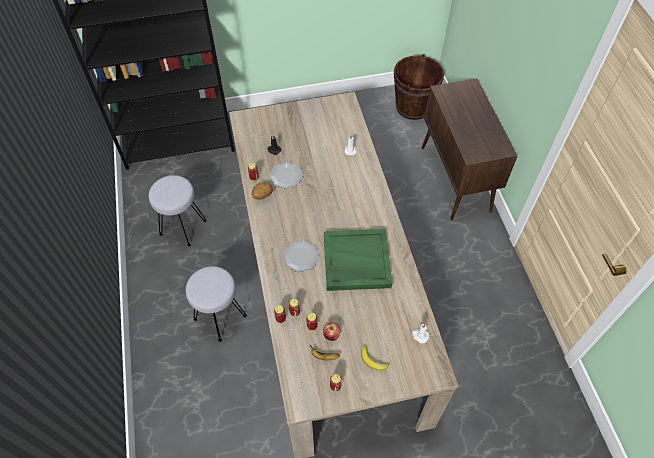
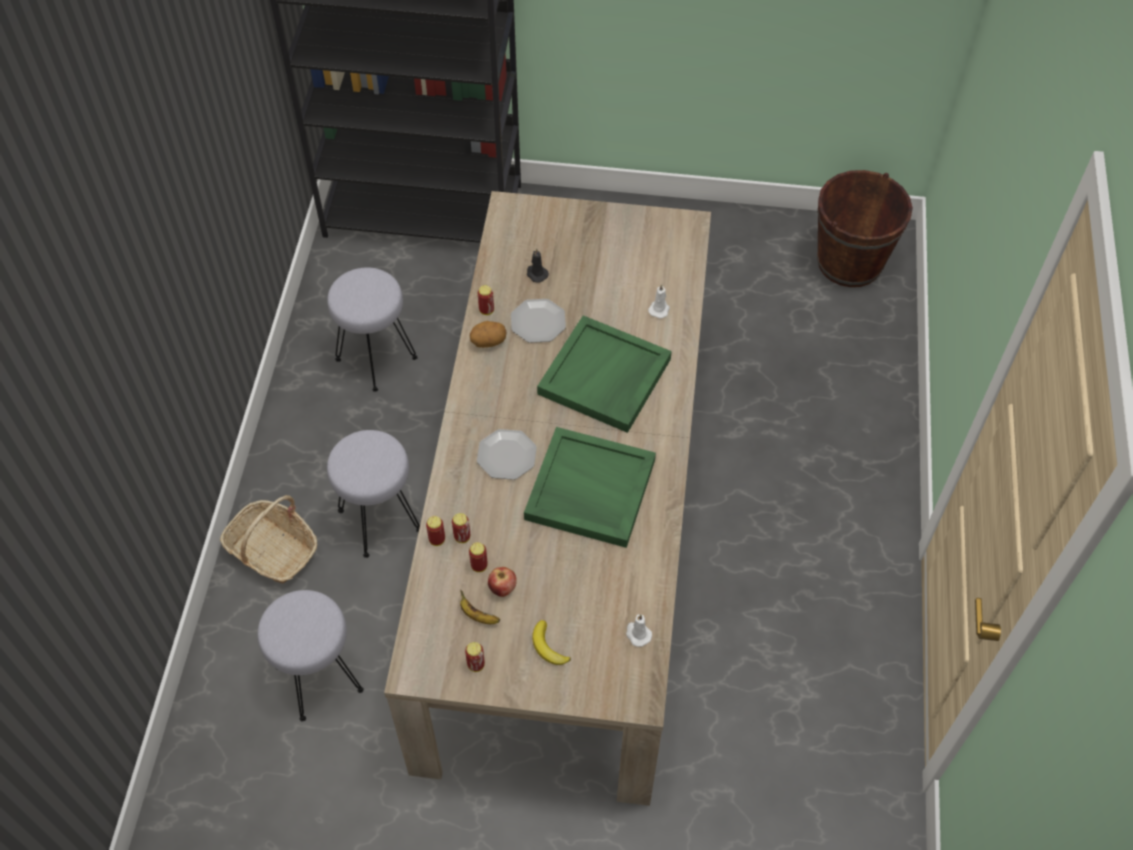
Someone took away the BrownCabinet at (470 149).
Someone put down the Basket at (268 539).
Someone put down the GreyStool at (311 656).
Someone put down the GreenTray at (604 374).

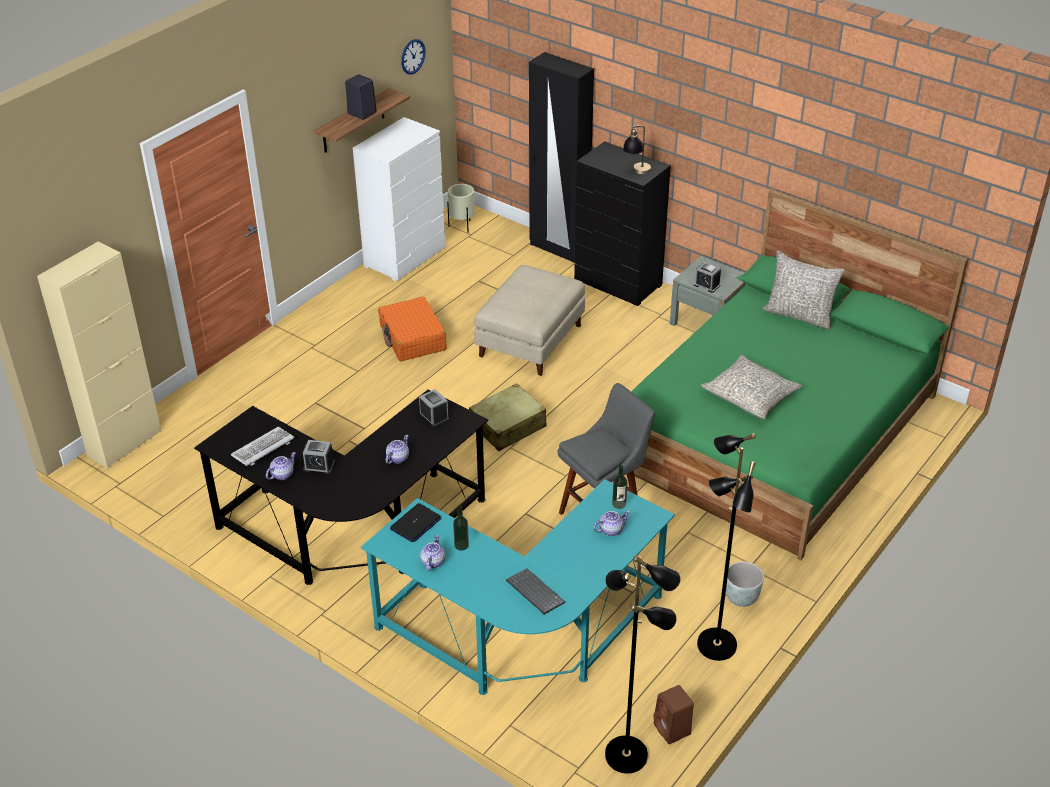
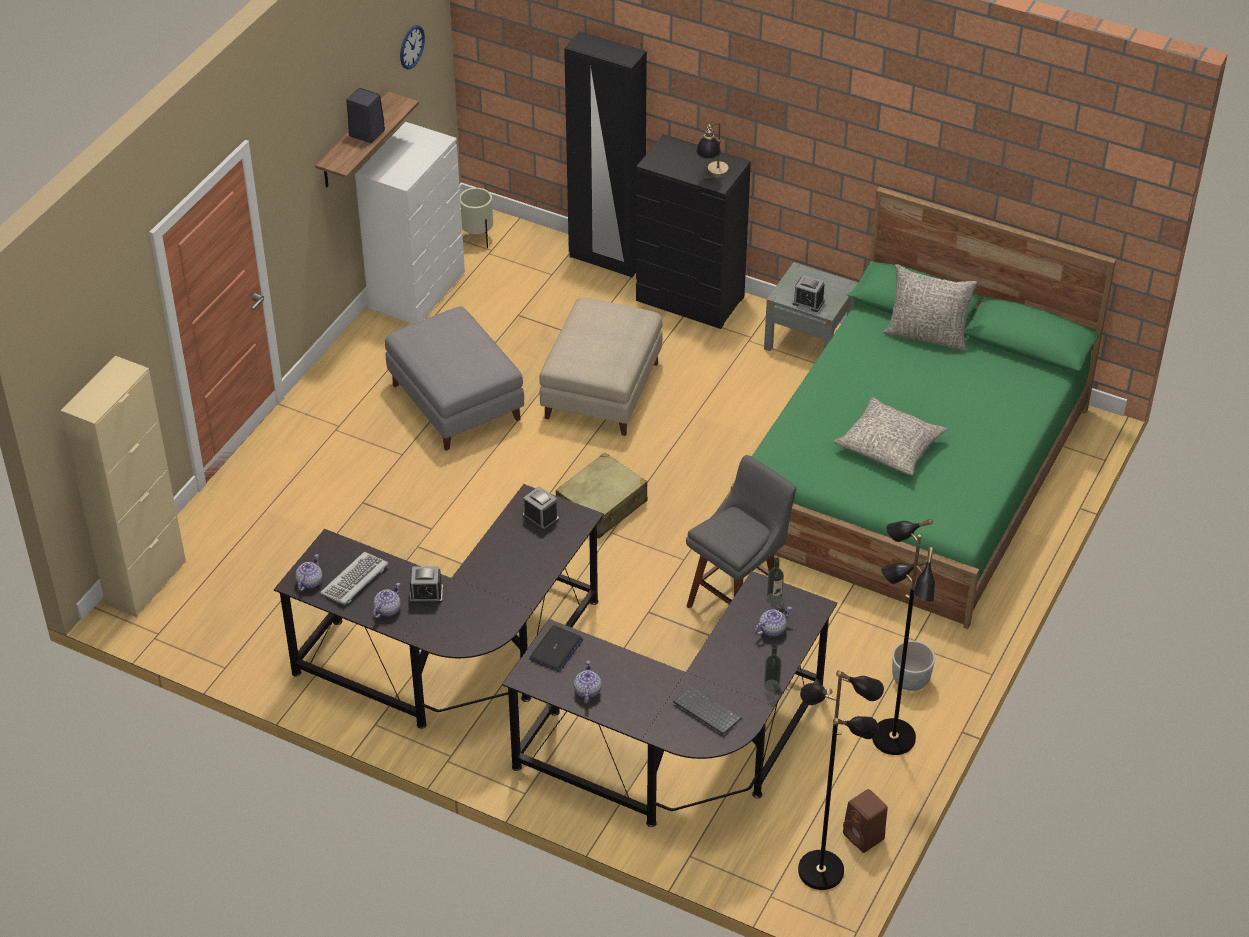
Someone carried the Teapot from (397 449) to (308 572).
Someone carried the Bottle from (461 528) to (773 668).
Someone swapped the OrangeSuitcase at (412 329) for the GreyOttoman at (454 379).
Someone repainted the TurquoiseDesk at (518 587), which became the BlackDesk at (669 699).

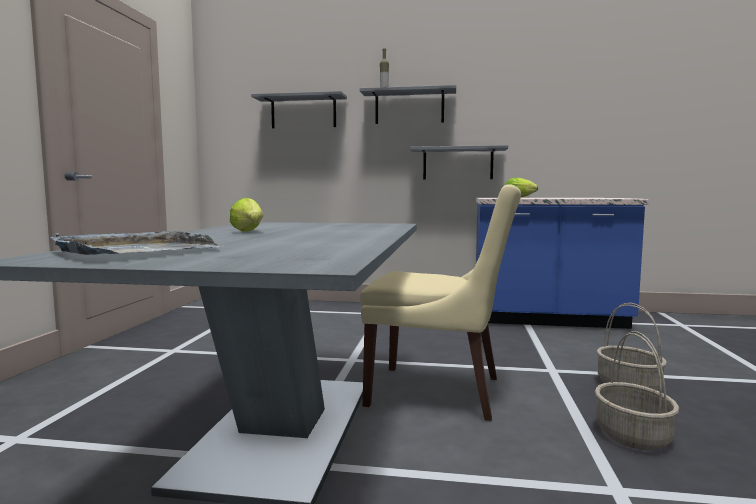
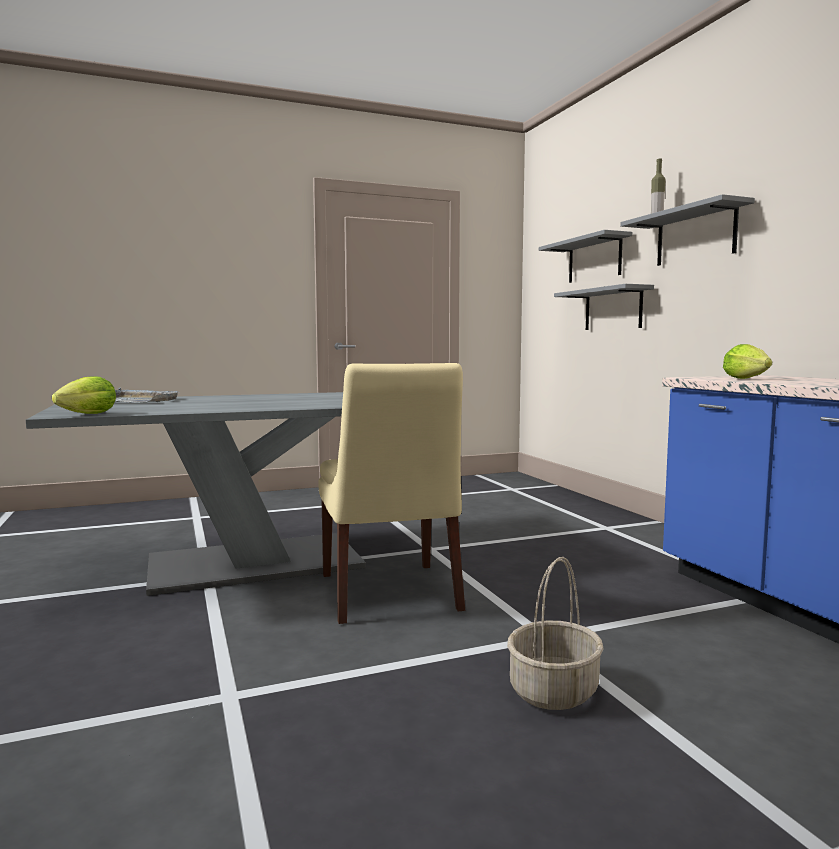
Someone took away the Basket at (637 390).
Someone carried the Lettuce from (246 214) to (84 395).
Someone carried the GreyShelf from (459 162) to (604 307).

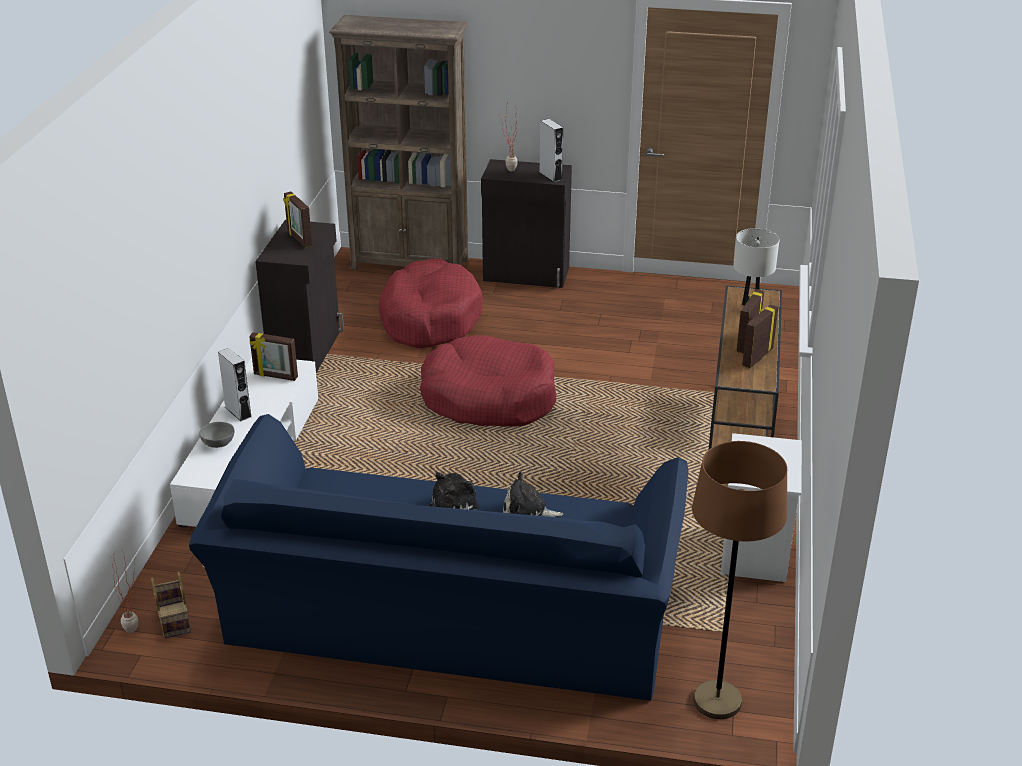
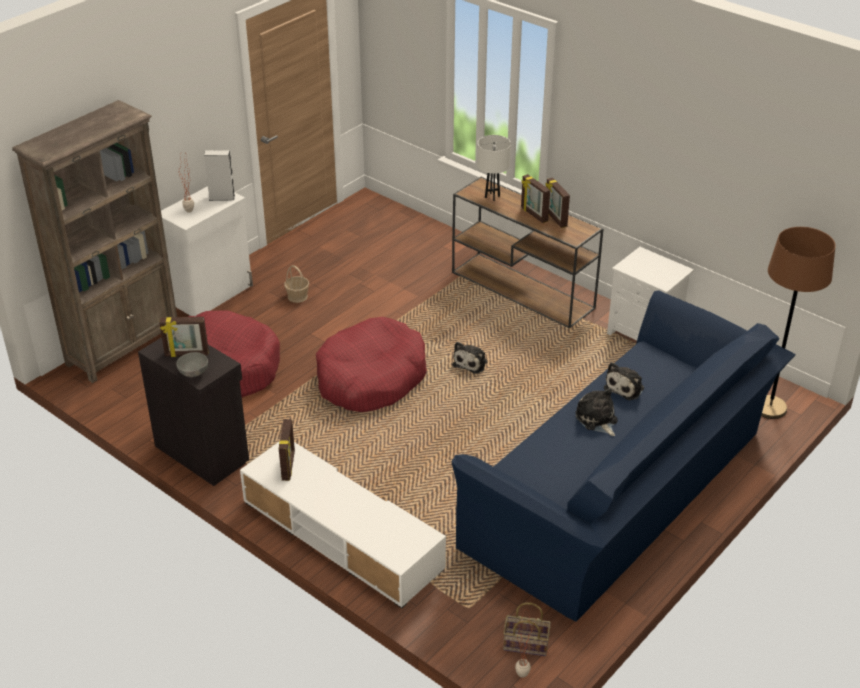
Someone took away the GreySpeaker at (235 384).
Someone put down the Basket at (296 284).
Someone put down the PlushToy at (470 358).
Someone carried the GreyBowl from (216 435) to (192 364).
Someone repainted the BlackCabinet at (526 223), which became the WhiteCabinet at (207 251).
Someone rotated the PictureFrame at (273 356) by 45 degrees counterclockwise.

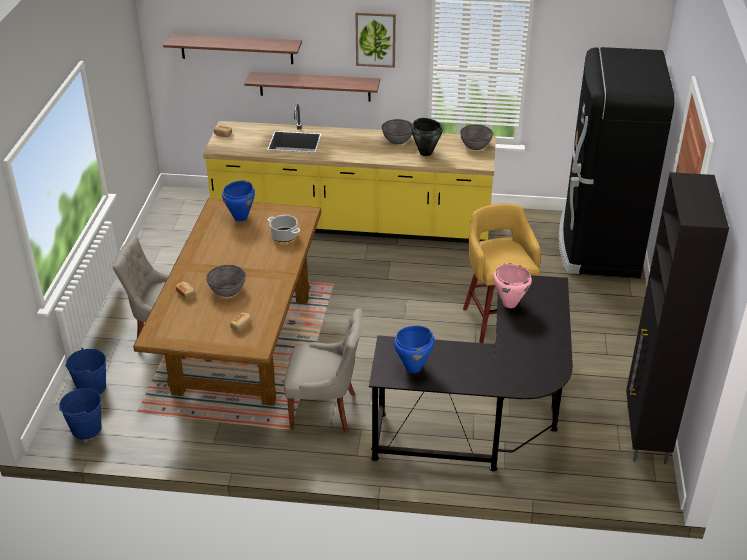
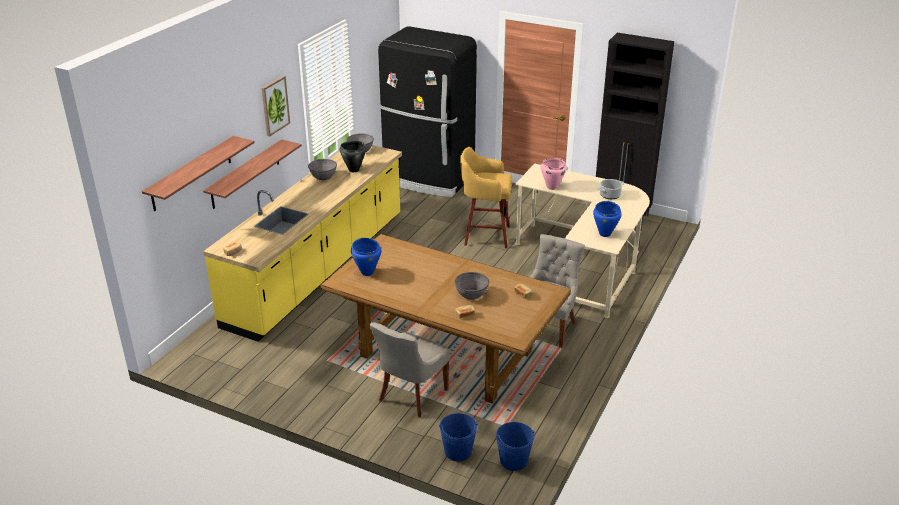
Someone carried the CookingPot from (284 228) to (611 189).
Someone repainted the BlackDesk at (471 373), which became the BeigeDesk at (582 240).

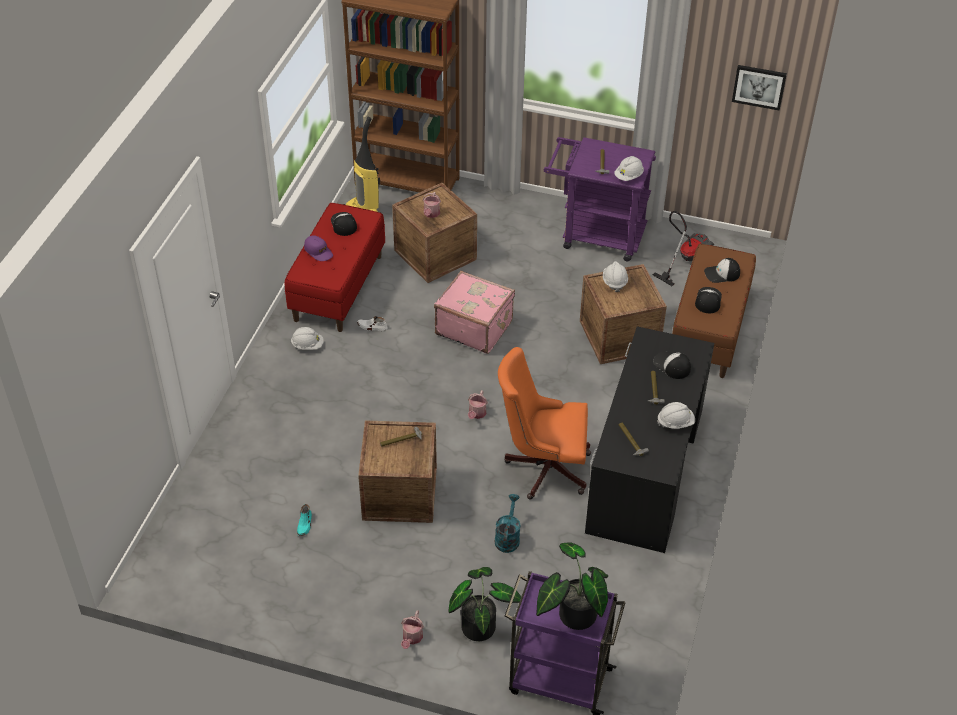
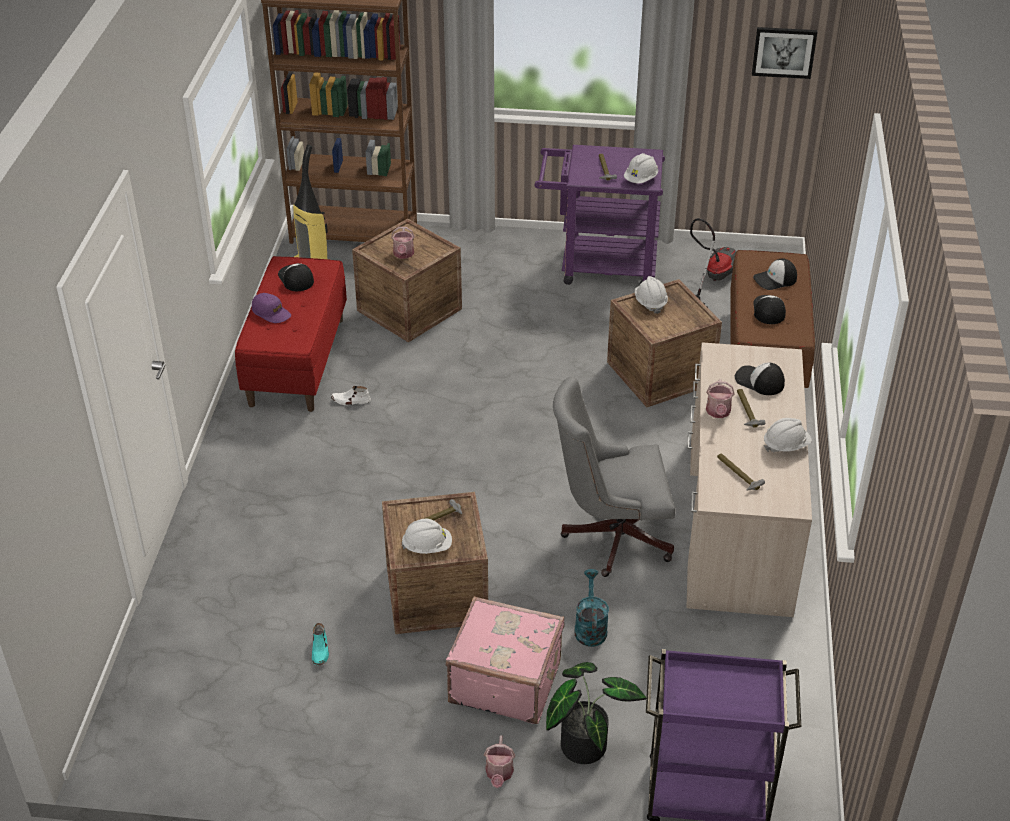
Someone took away the PottedPlant at (572 586).
Someone carried the WhiteHardHat from (307 338) to (427 536).
Someone carried the PinkSuitcase from (474 312) to (505 660).
Someone carried the WateringCan from (478 404) to (720 398).
Someone repainted the OrangeOfficeChair at (544 423), which became the GreyOfficeChair at (614 477).
Someone repainted the BlackDesk at (649 439), which became the BeigeDesk at (749 479).

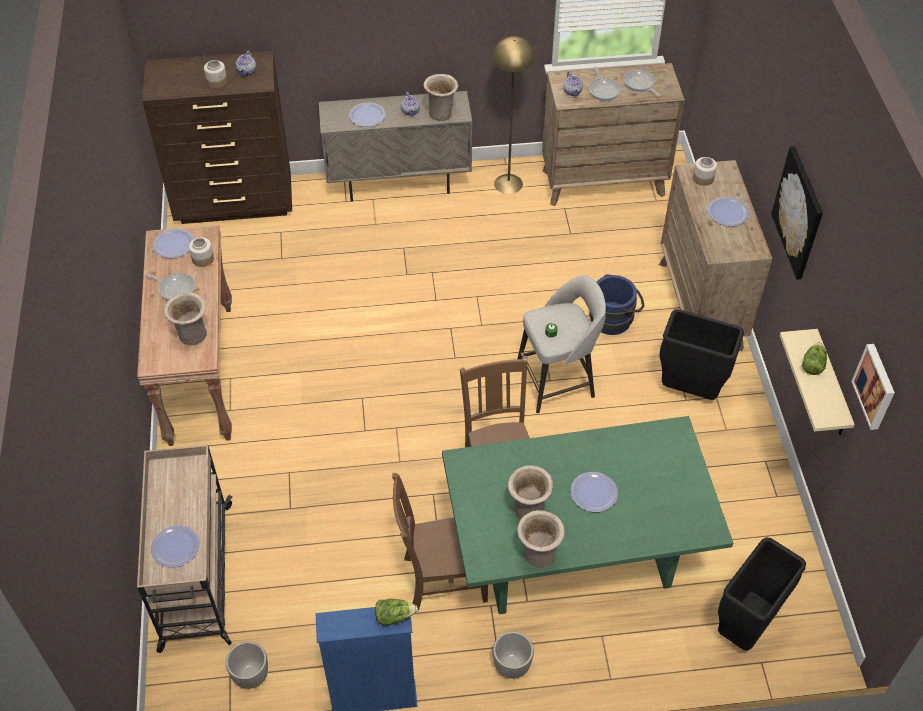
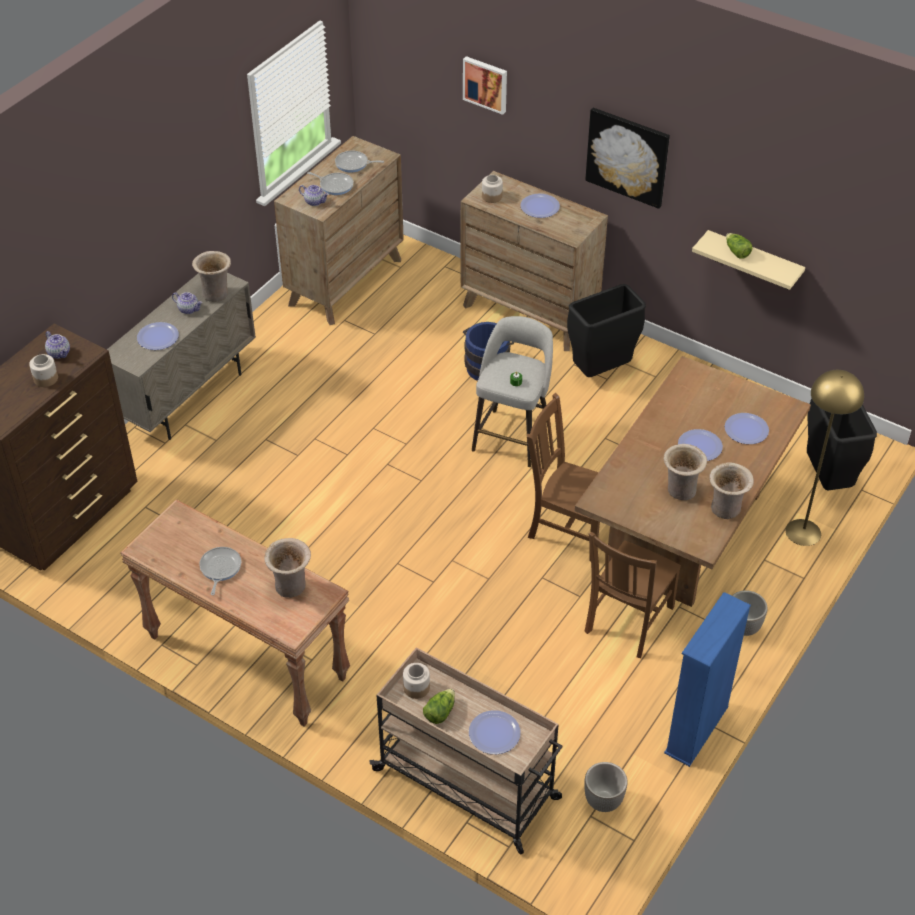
Someone carried the Plate from (173 243) to (747 428).
Someone carried the Jar from (201 252) to (416 681).
Someone carried the Lettuce from (396 612) to (439 706).
Someone carried the YellowFloorLamp from (513 115) to (825 458).
Someone carried the Picture from (873 387) to (485 85).
Someone repainted the GreenDiningTable at (587 515), which became the BrownDiningTable at (693 481).
Someone rotated the FryingPan at (170 286) by 60 degrees counterclockwise.

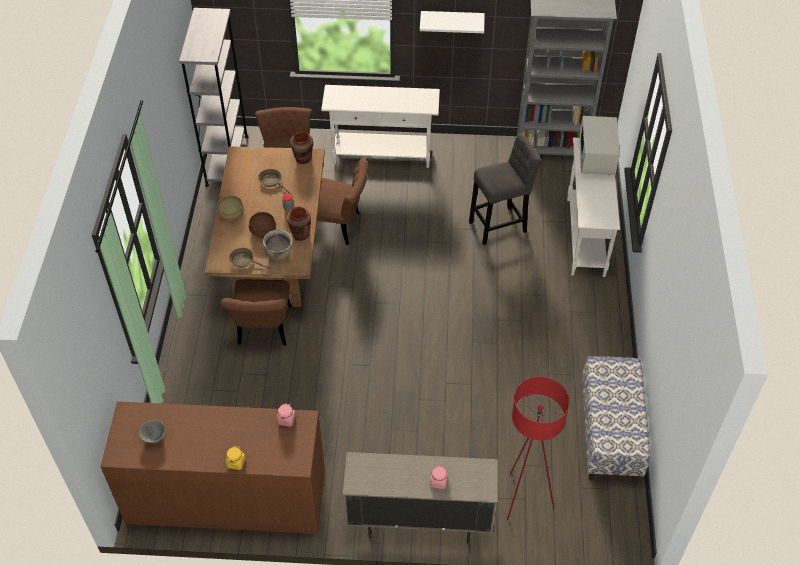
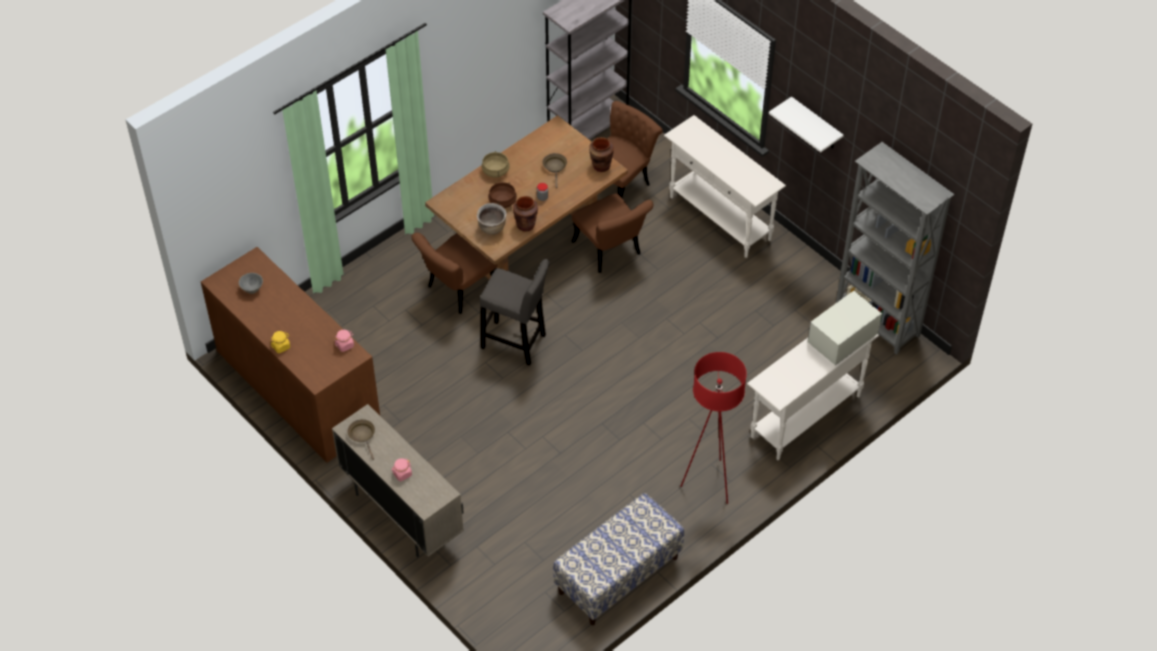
Someone carried the BrownFryingPan from (249 258) to (361 439).
Someone carried the GreyStool from (505 189) to (515 312).
Someone carried the RedFloorLamp from (538 448) to (713 428).

